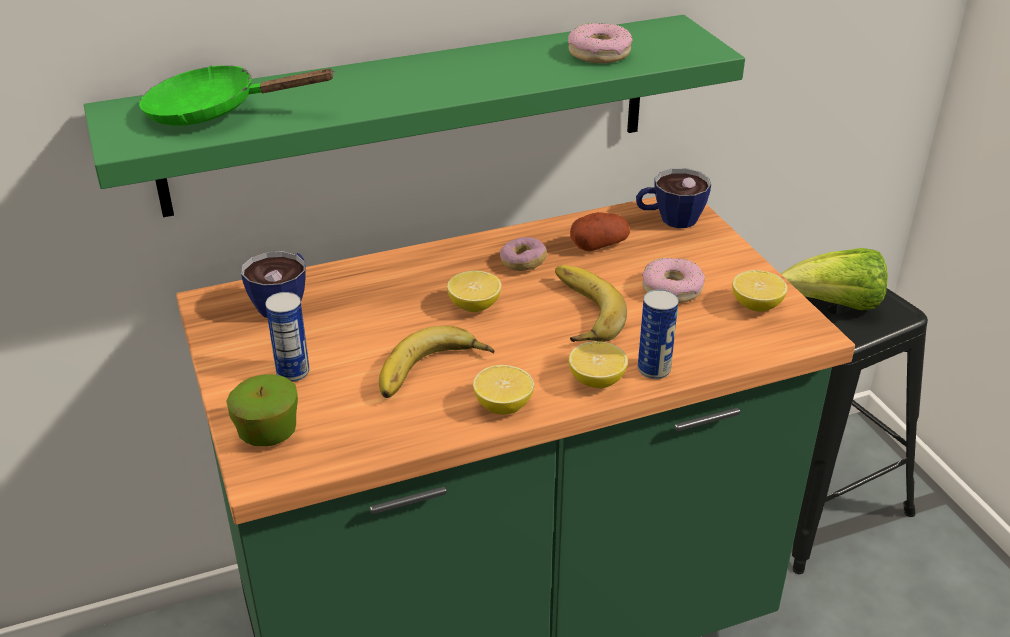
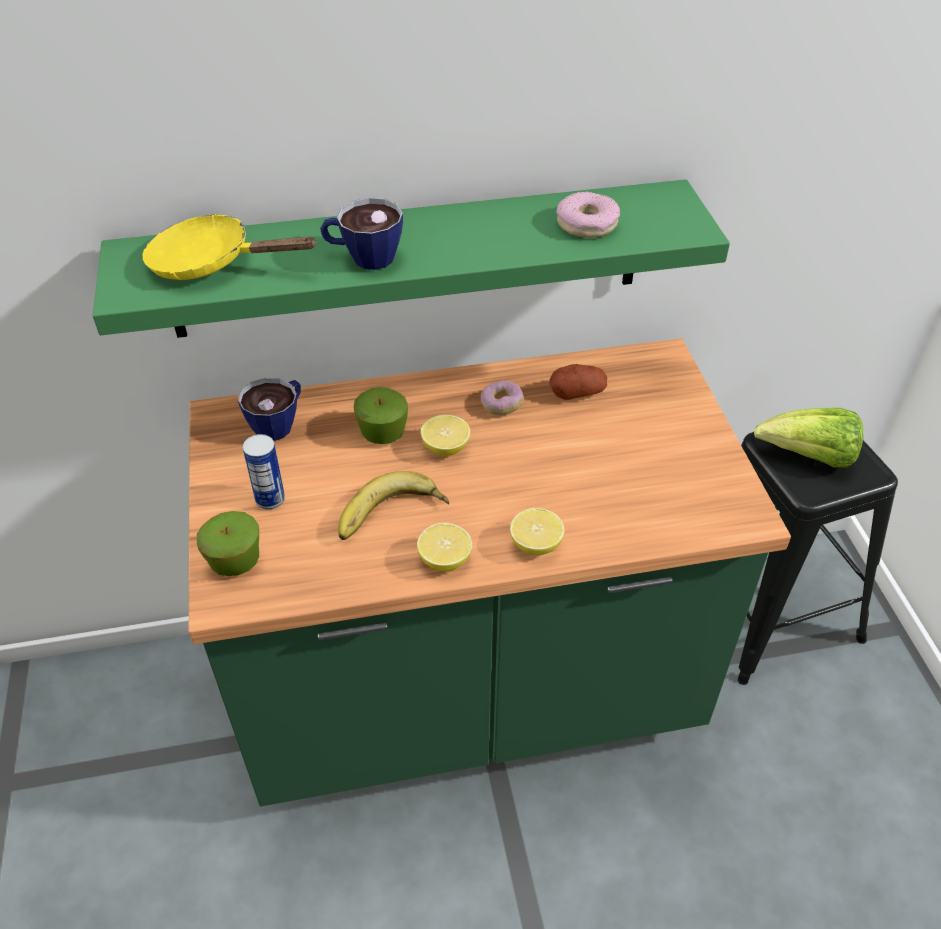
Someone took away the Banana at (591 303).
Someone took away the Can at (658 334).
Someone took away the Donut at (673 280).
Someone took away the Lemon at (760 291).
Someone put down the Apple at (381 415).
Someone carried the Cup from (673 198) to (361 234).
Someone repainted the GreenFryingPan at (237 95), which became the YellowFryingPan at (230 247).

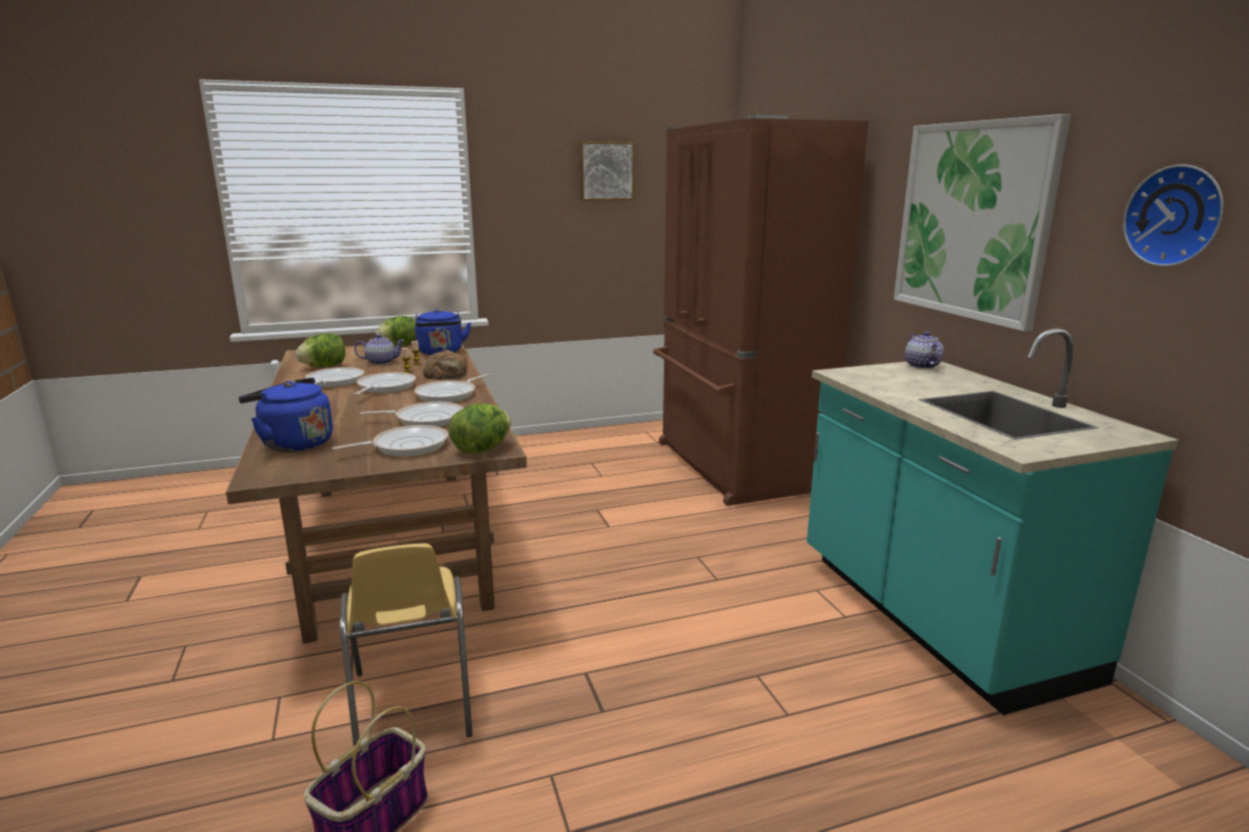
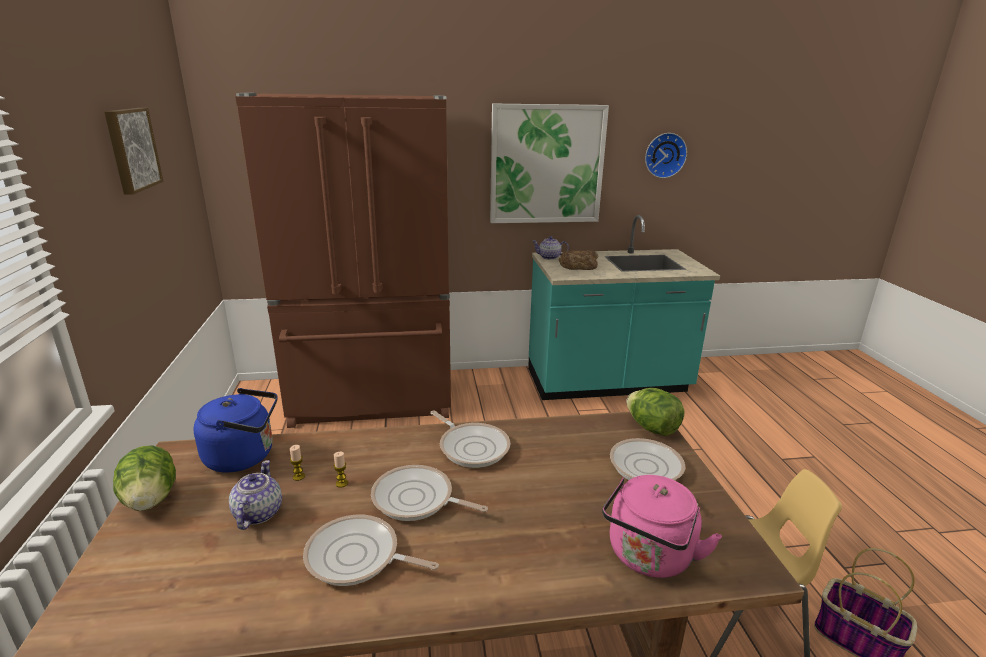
Someone took away the Lettuce at (320 350).
Someone took away the FryingPan at (412 414).
Someone carried the Bread from (445 365) to (578 260).
Someone repainted the BlueKettle at (286 415), which became the PinkKettle at (662 526).

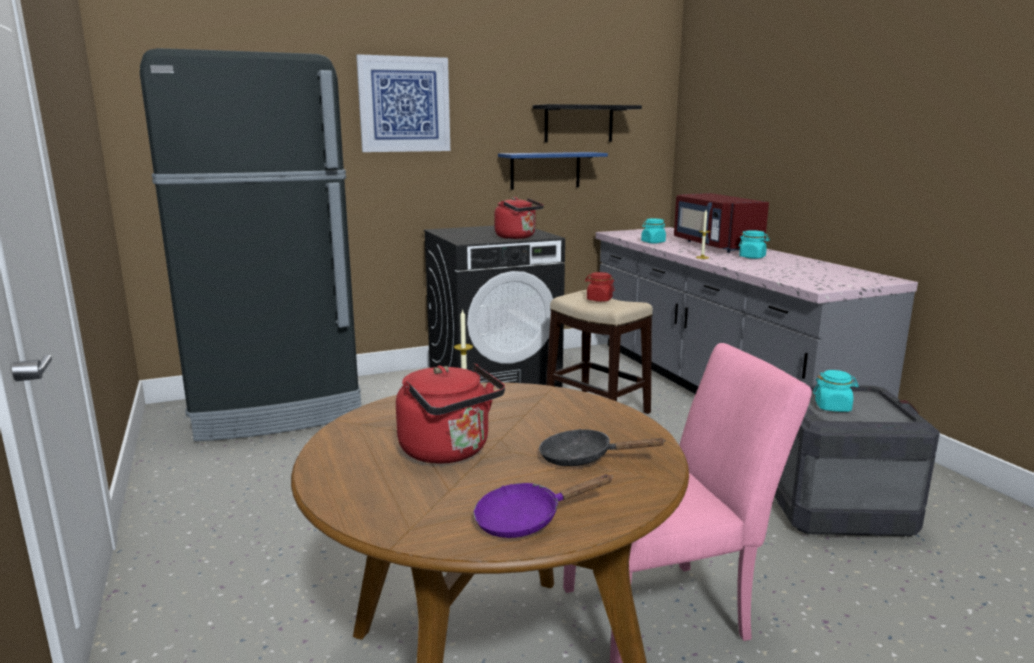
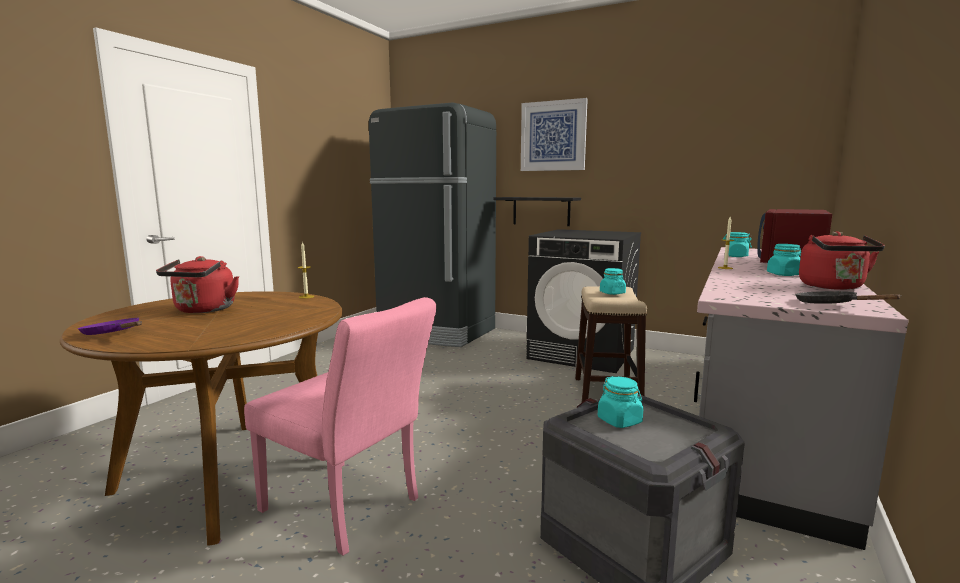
Someone took away the BlueShelf at (553 171).
Someone carried the RedKettle from (519 218) to (842 260).
Someone carried the BlackShelf from (587 123) to (537 211).
Someone carried the BlackFryingPan from (602 447) to (847 297).
Someone repainted the RedJar at (600 287), which became the TurquoiseJar at (613 281).

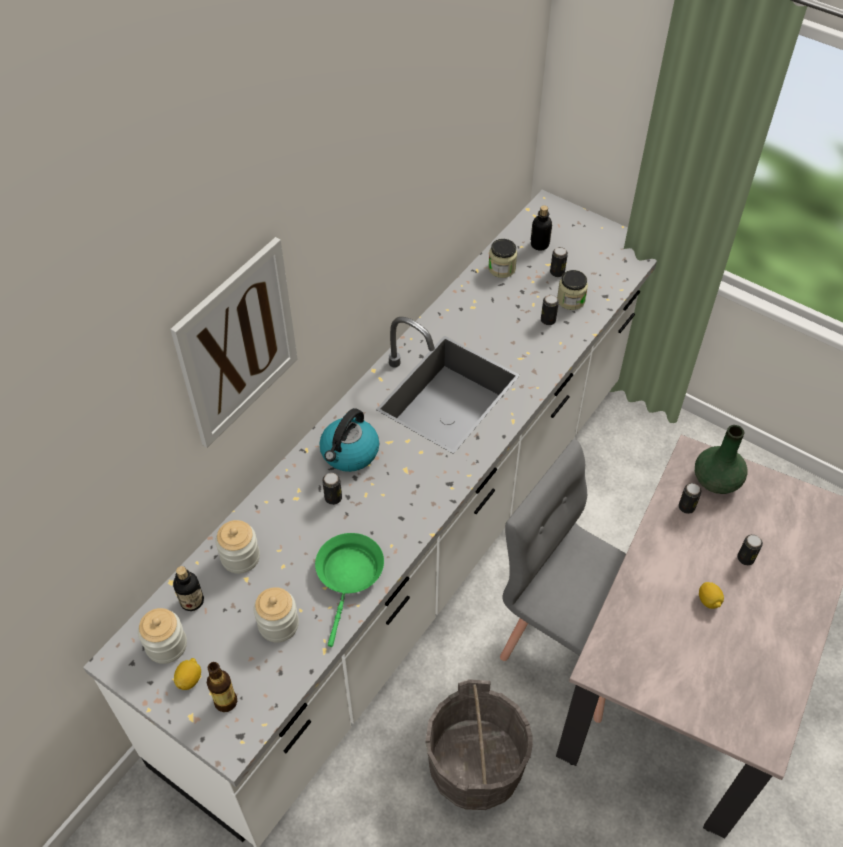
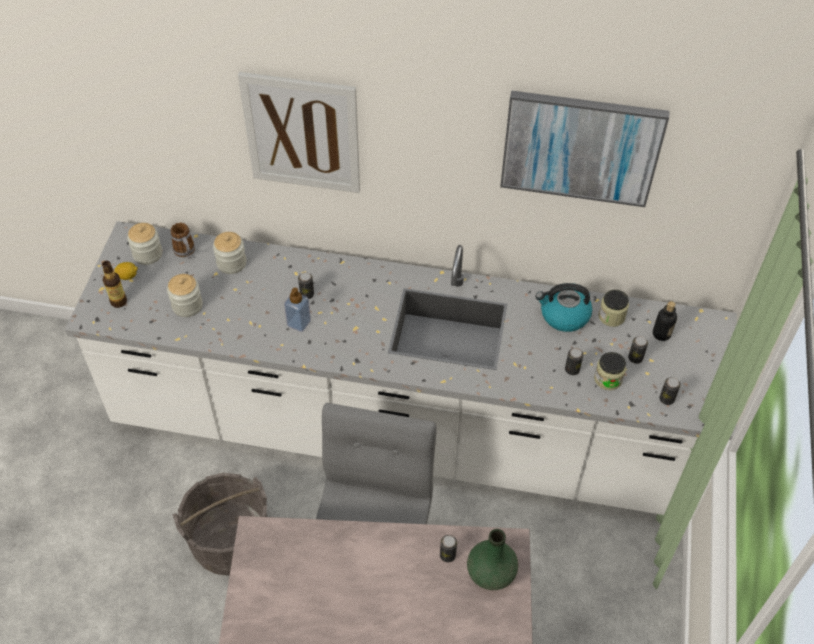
Someone took away the GreenFryingPan at (349 590).
Someone took away the Lemon at (711 595).
Someone put down the SoapDispenser at (297 309).
Someone put up the Picture at (585 148).
Someone carried the Kettle from (349 440) to (563 307).
Someone carried the Can from (750 550) to (669 391).
Someone swapped the Bottle at (188 588) for the Mug at (183 241).

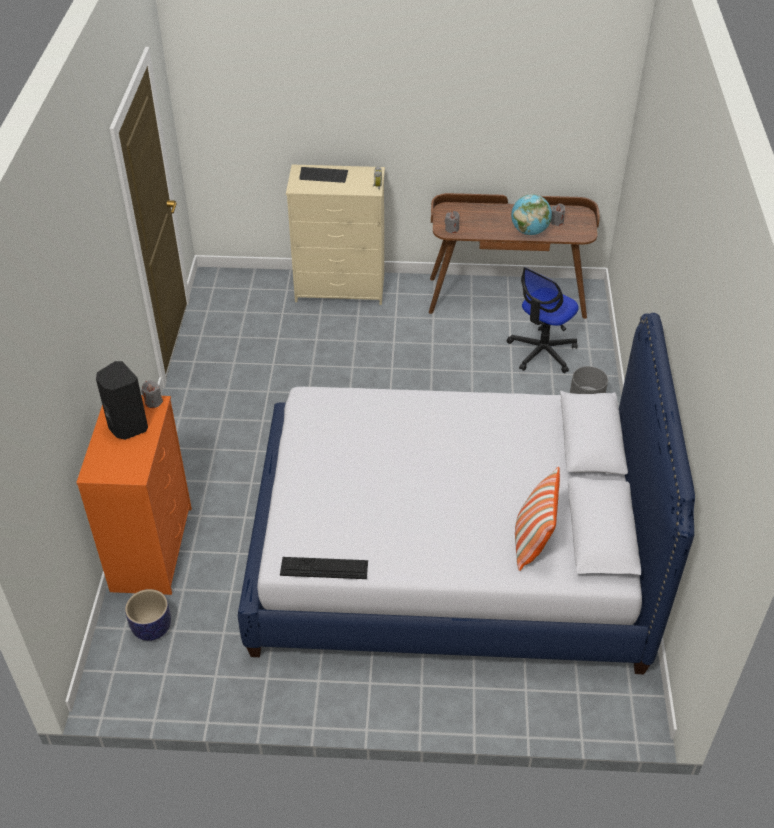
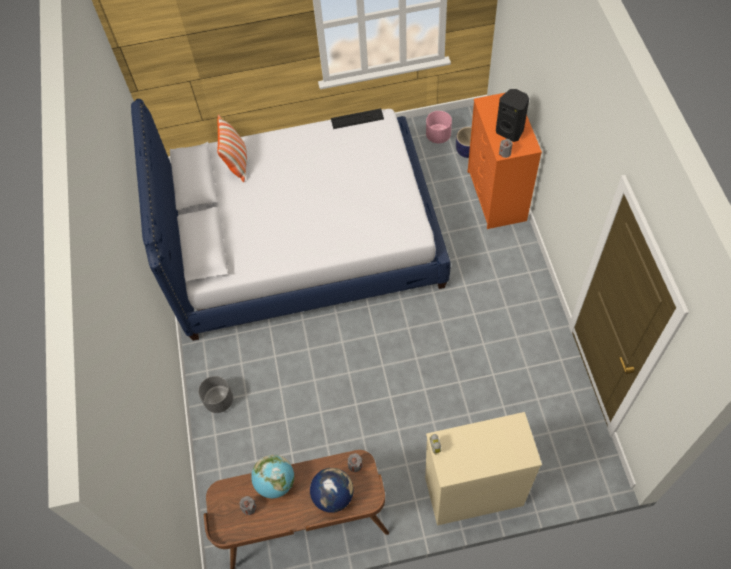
Someone took away the Keyboard at (323 175).
Someone took away the OfficeChair at (543 320).
Someone put down the Globe at (332 490).
Someone put down the PinkPlanter at (439 127).

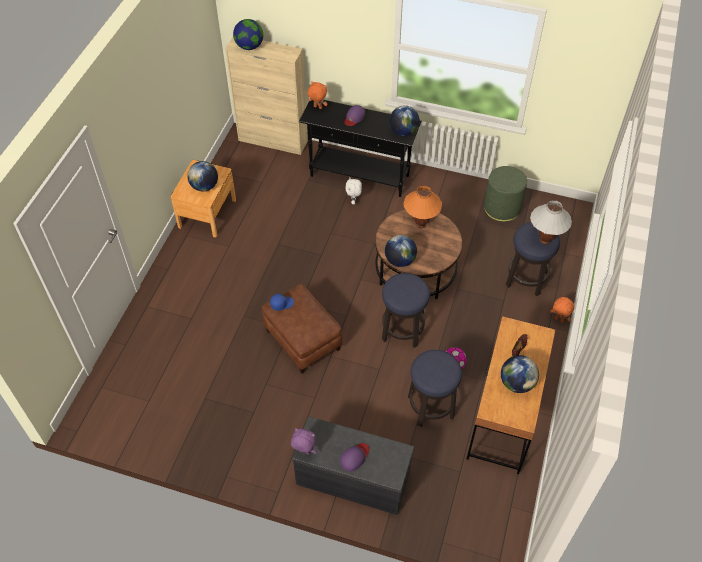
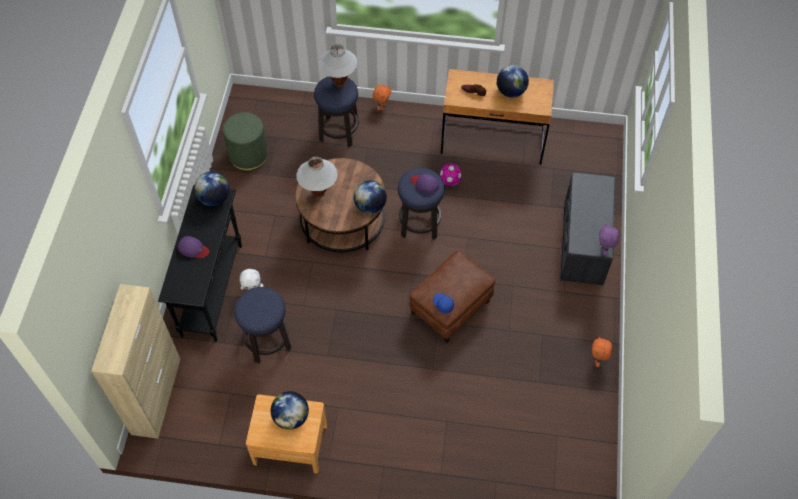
Someone took away the Globe at (248 34).
Someone carried the OrangePlushToy from (317 95) to (602 351).
Someone carried the PurpleCap from (354 457) to (425 184).
Someone carried the Stool from (435 388) to (262 325).
Someone repainted the OrangeTableLamp at (422 207), which became the WhiteTableLamp at (317 177).

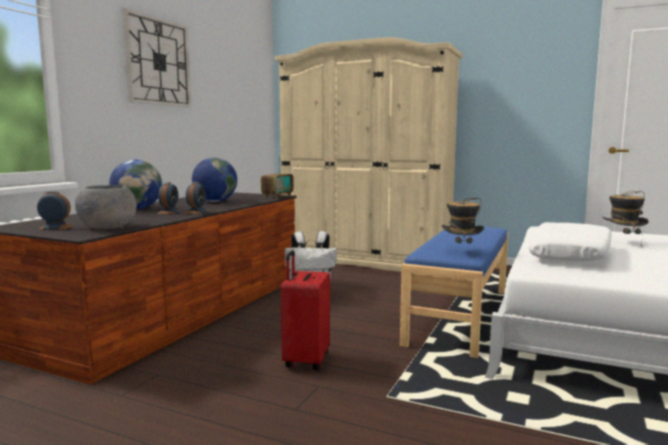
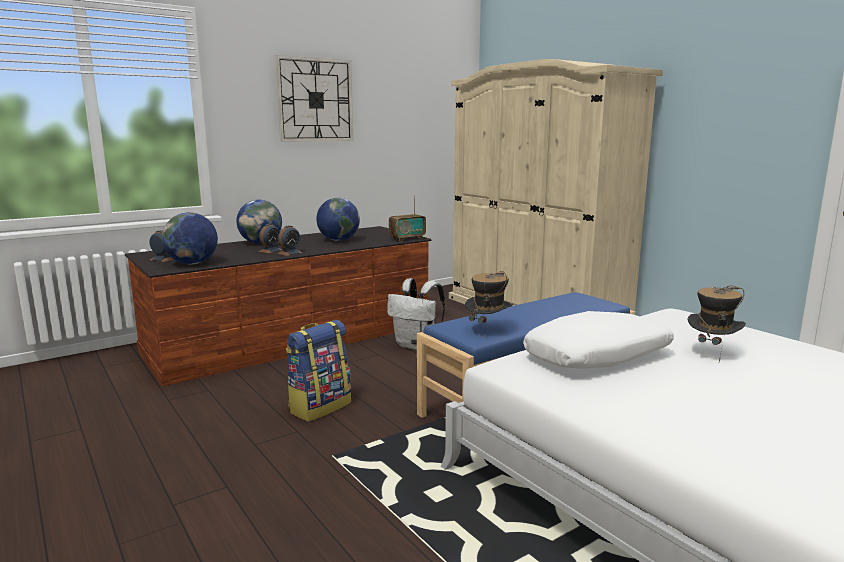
Someone swapped the GreyBowl at (106 207) for the Globe at (190 238).
Someone swapped the RedSuitcase at (305 310) for the Backpack at (318 371).

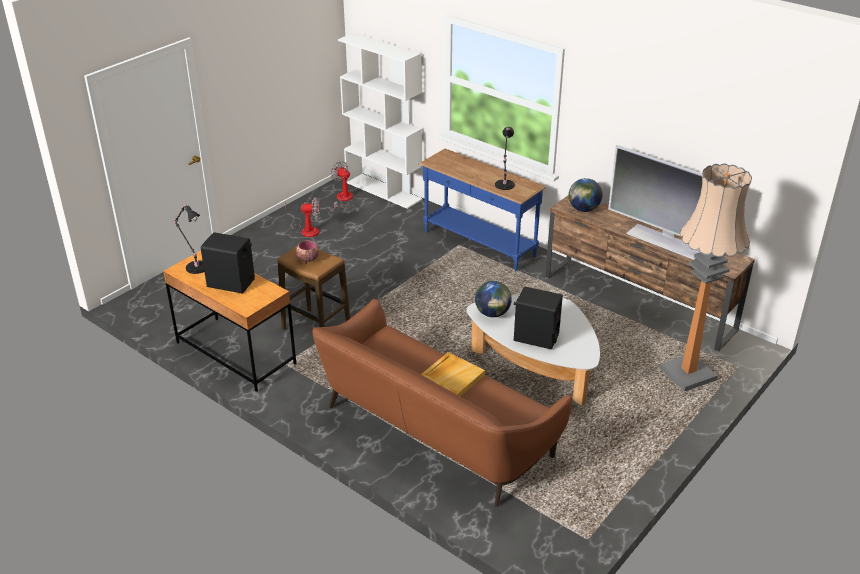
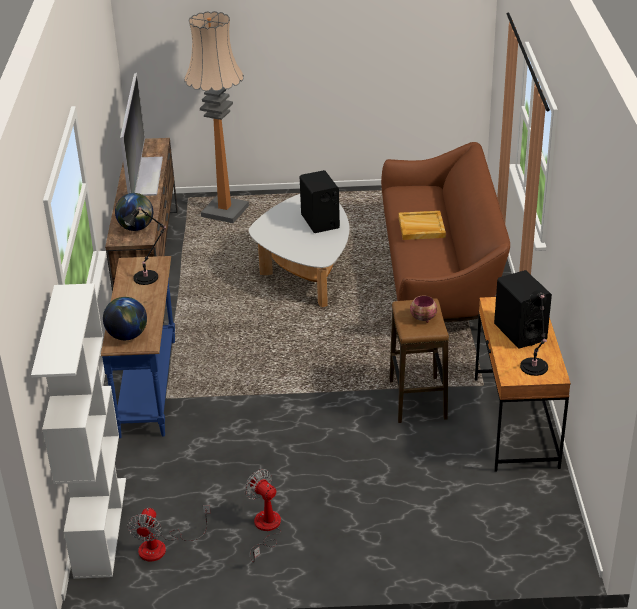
Someone carried the Globe from (493 299) to (125 318).

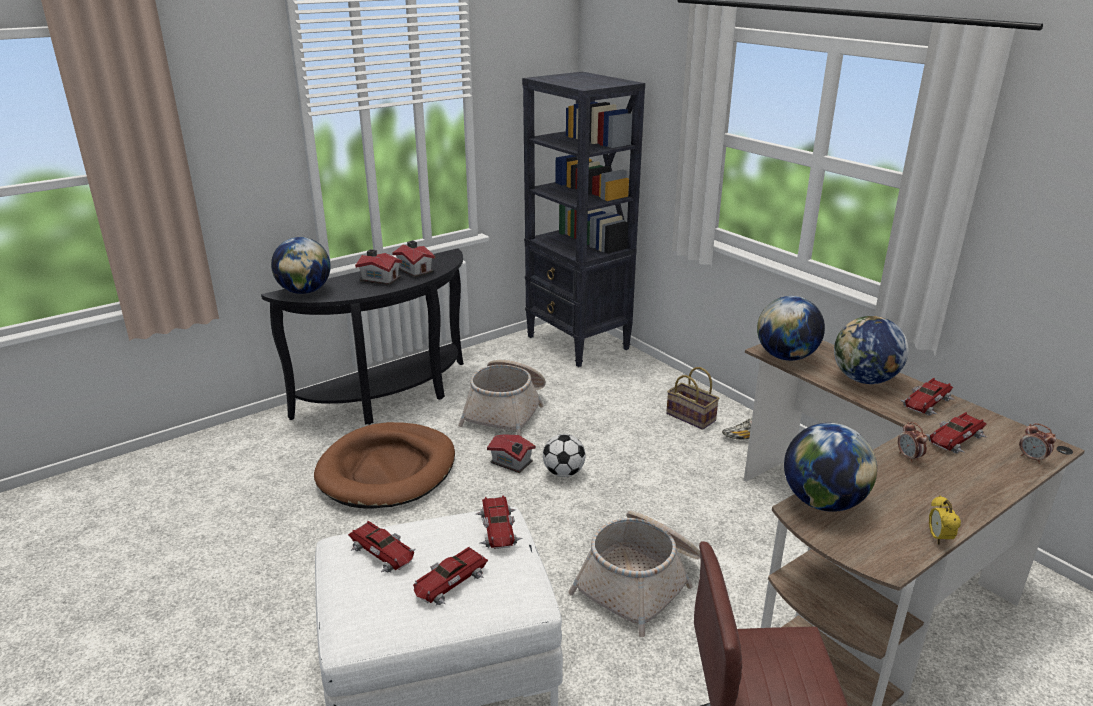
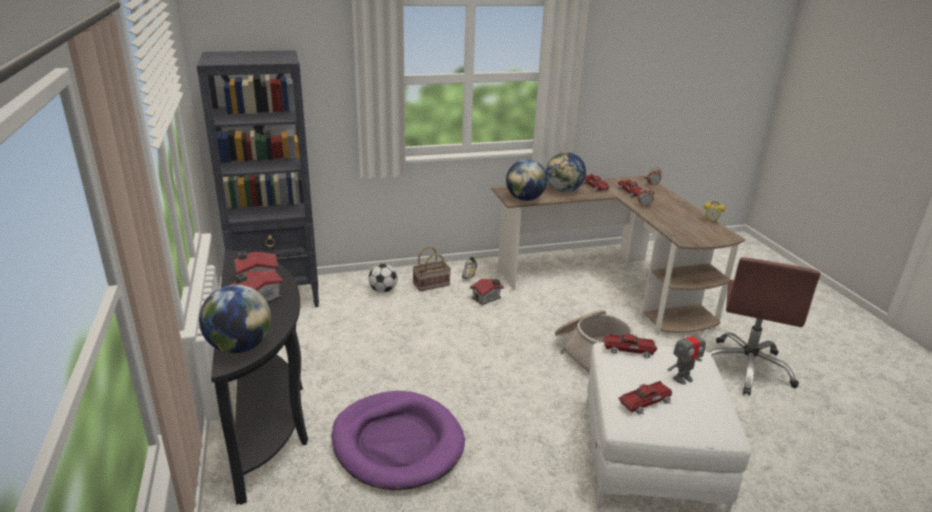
Someone took away the Basket at (502 398).
Someone took away the Globe at (830 467).
Someone carried the ToyHouse from (511 453) to (487 292).
Someone carried the Football from (564 455) to (383 278).
Someone swapped the ToyCar at (450 576) for the ToyRobot at (686 356).
Someone repainted the BrownDogBed at (384 465), which became the PurpleDogBed at (398 440).

